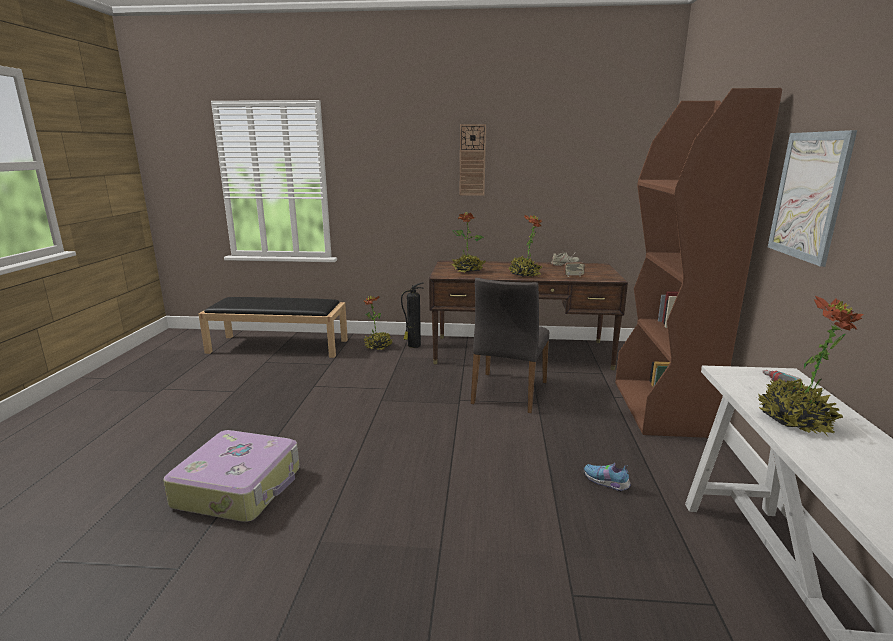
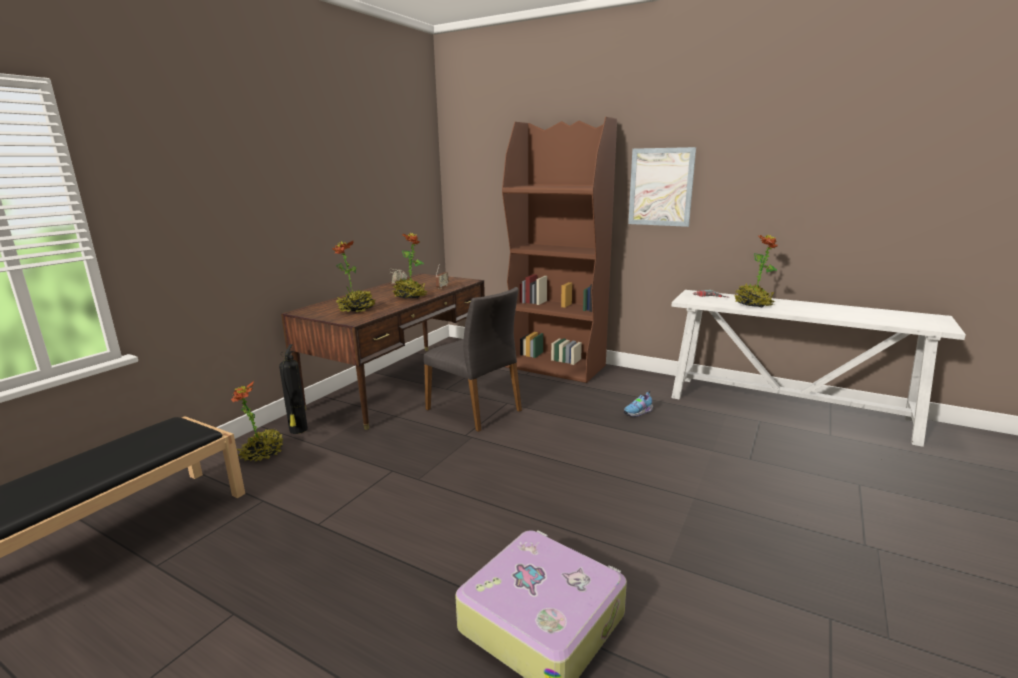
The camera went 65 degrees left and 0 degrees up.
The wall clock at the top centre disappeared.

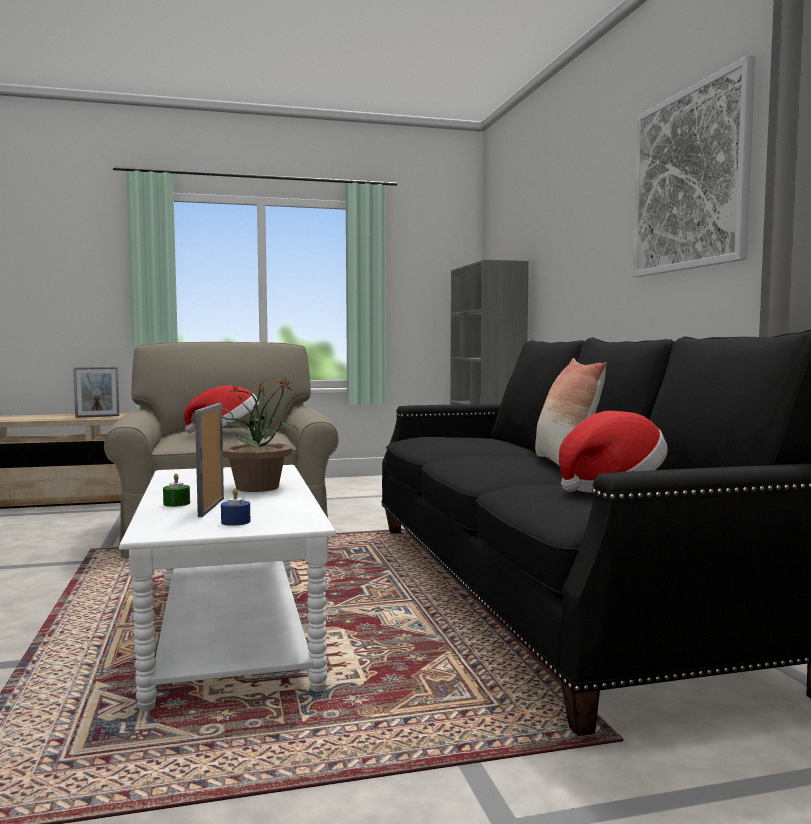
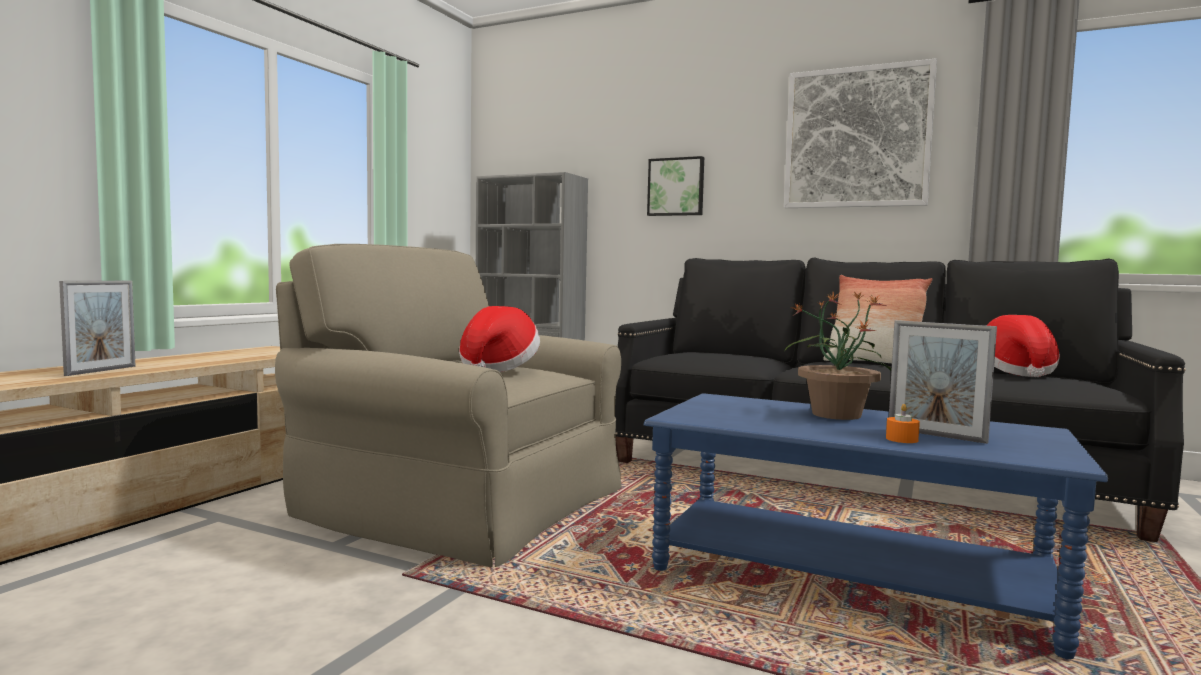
The camera went 50 degrees left and 0 degrees up.
The coffee table (white) at the bottom left became the coffee table (blue) at the bottom right.
The candle (green) at the middle left became the candle (orange) at the middle right.
The candle (blue) at the middle left disappeared.
The picture (1st from left) at the top centre appeared.

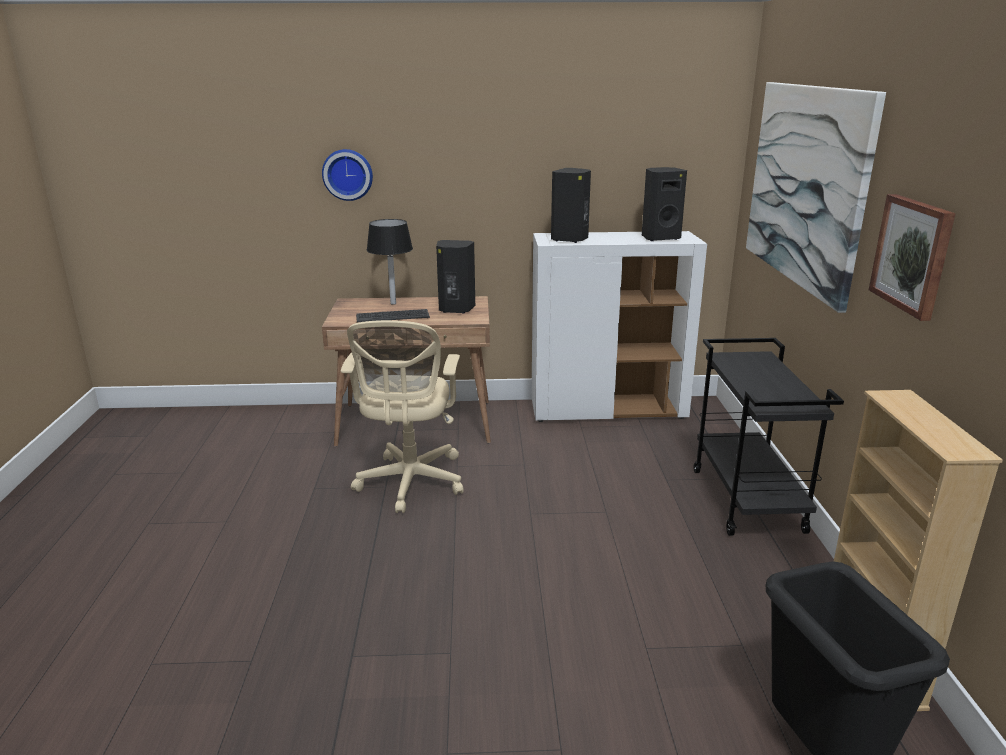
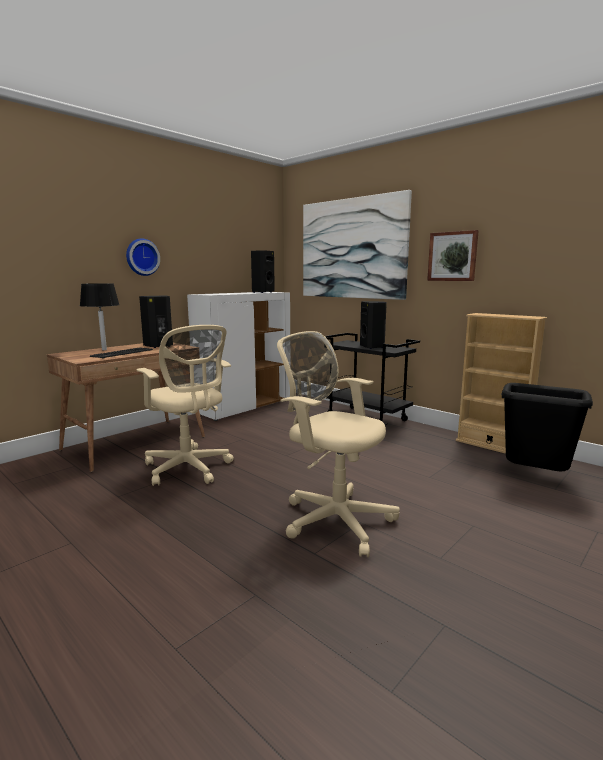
The camera went 45 degrees left and 10 degrees down.
The wall clock moved from the top centre to the middle left.
The speaker (black) (2nd from left in the first image) moved from the top centre to the centre.
The office chair (beige) (2nd from left) at the centre appeared.

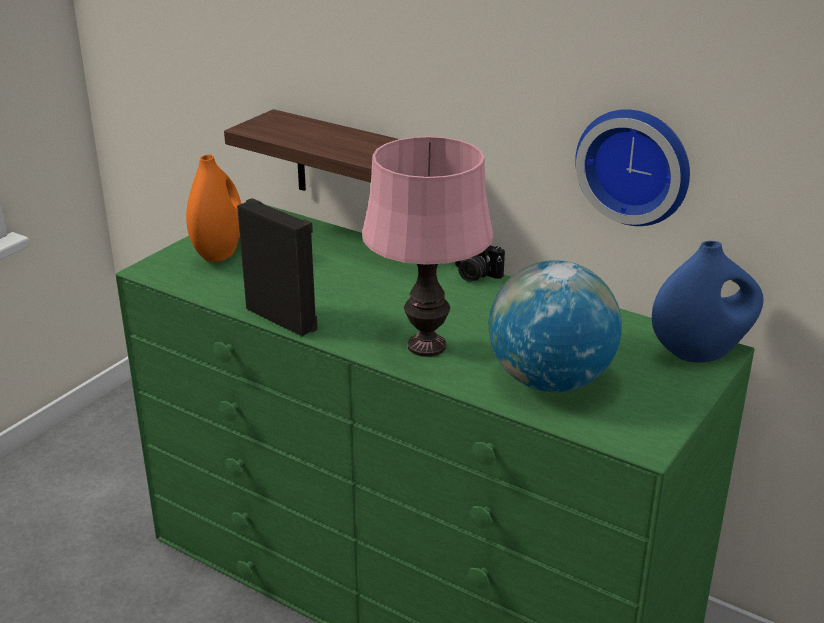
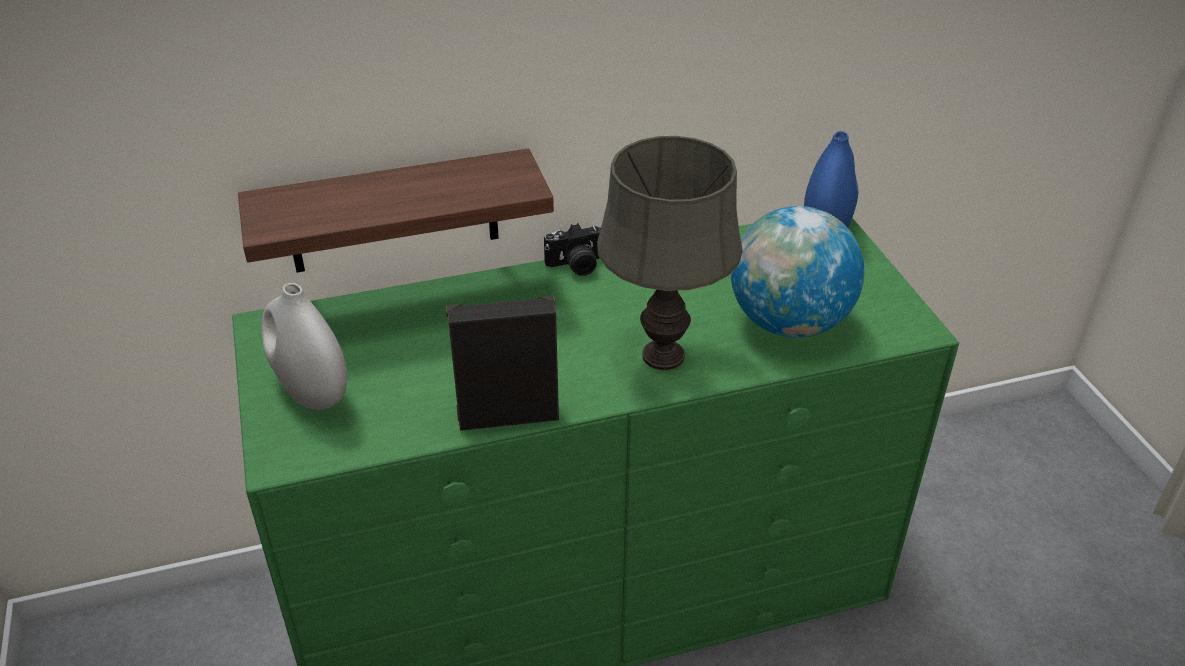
The camera went 50 degrees left and 10 degrees up.
The vase (orange) at the middle left became the vase (white) at the middle left.
The table lamp (pink) at the centre became the table lamp (grey) at the centre.
The wall clock at the top right disappeared.

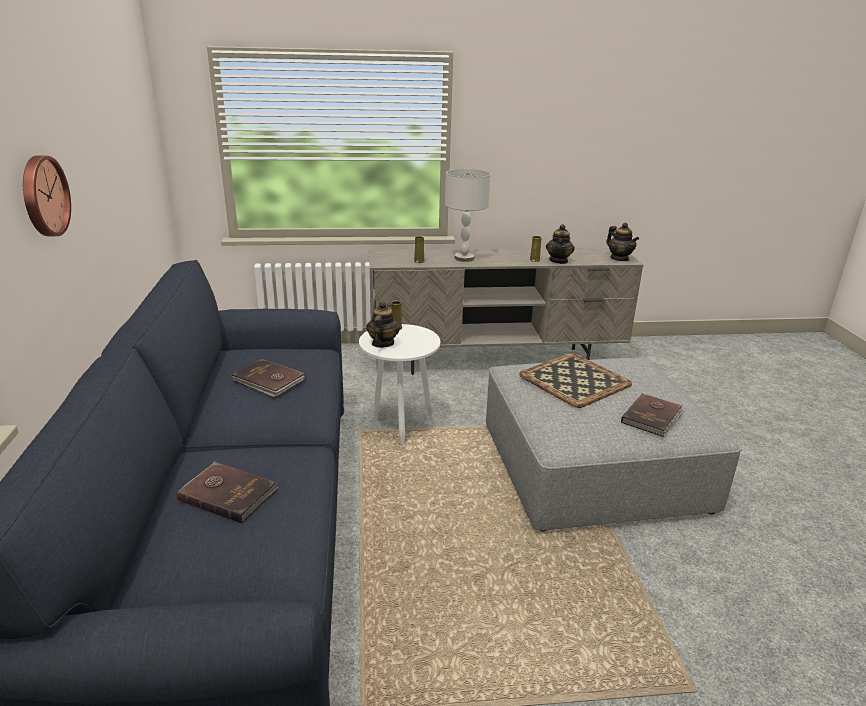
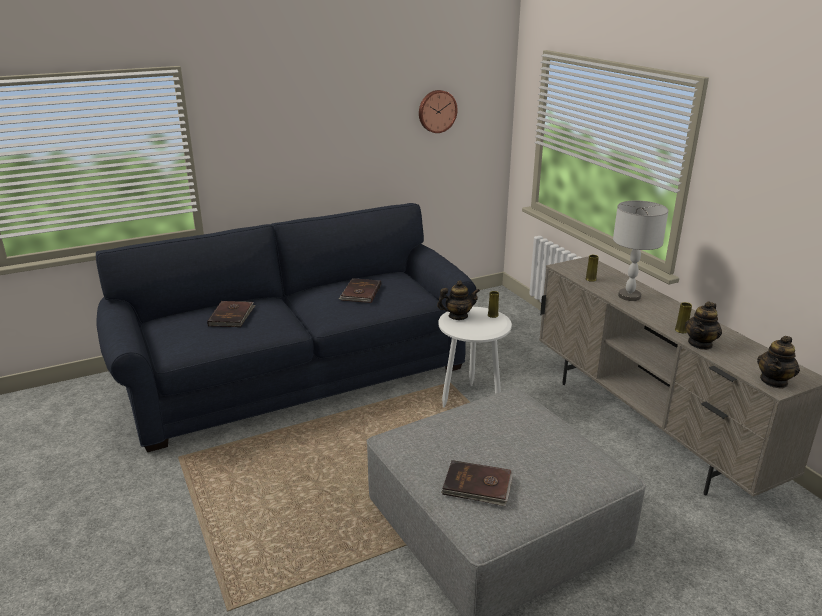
The camera went 70 degrees right and 0 degrees up.
The wall clock moved from the top left to the top centre.
The tray at the centre disappeared.
The teapot (2nd from left) at the centre turned 45 degrees counterclockwise.

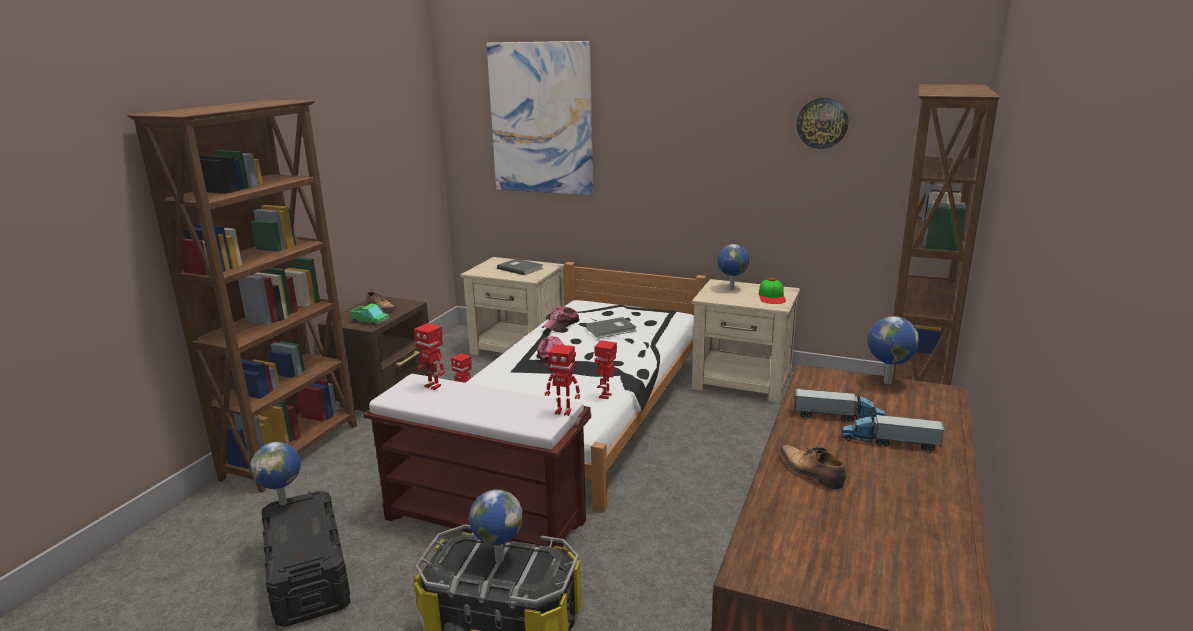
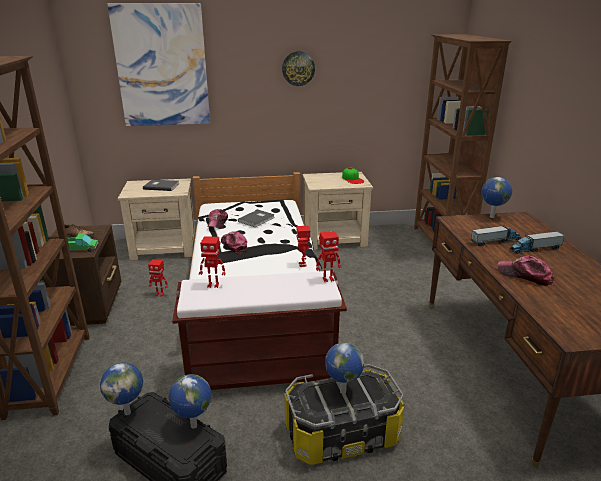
The camera went 30 degrees left and 5 degrees up.
The globe (3rd from left in the first image) moved from the centre to the bottom left.
The shoe (2nd from left) at the bottom right was replaced by the cap (4th from left) at the middle right.
The wall clock moved from the top right to the top centre.

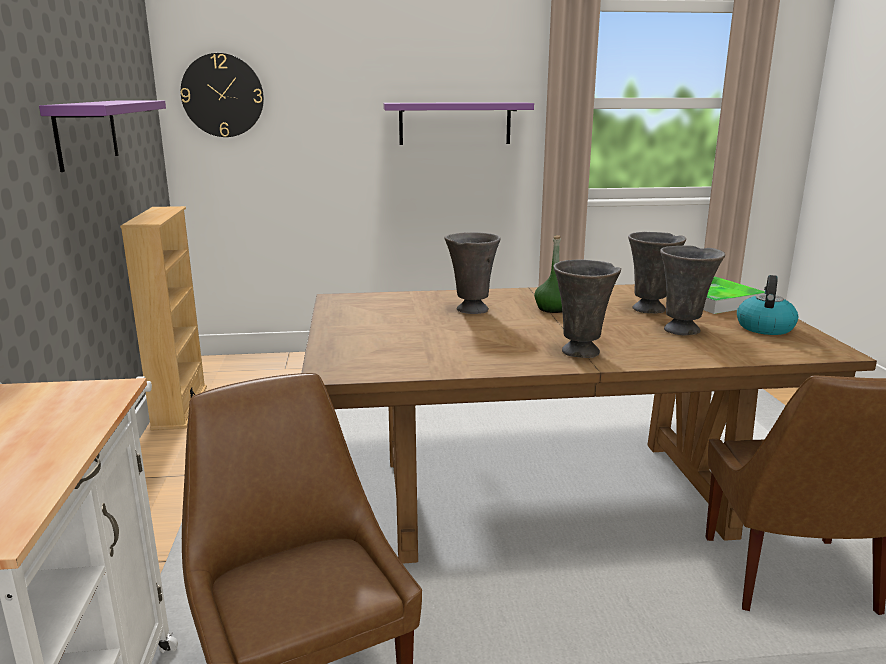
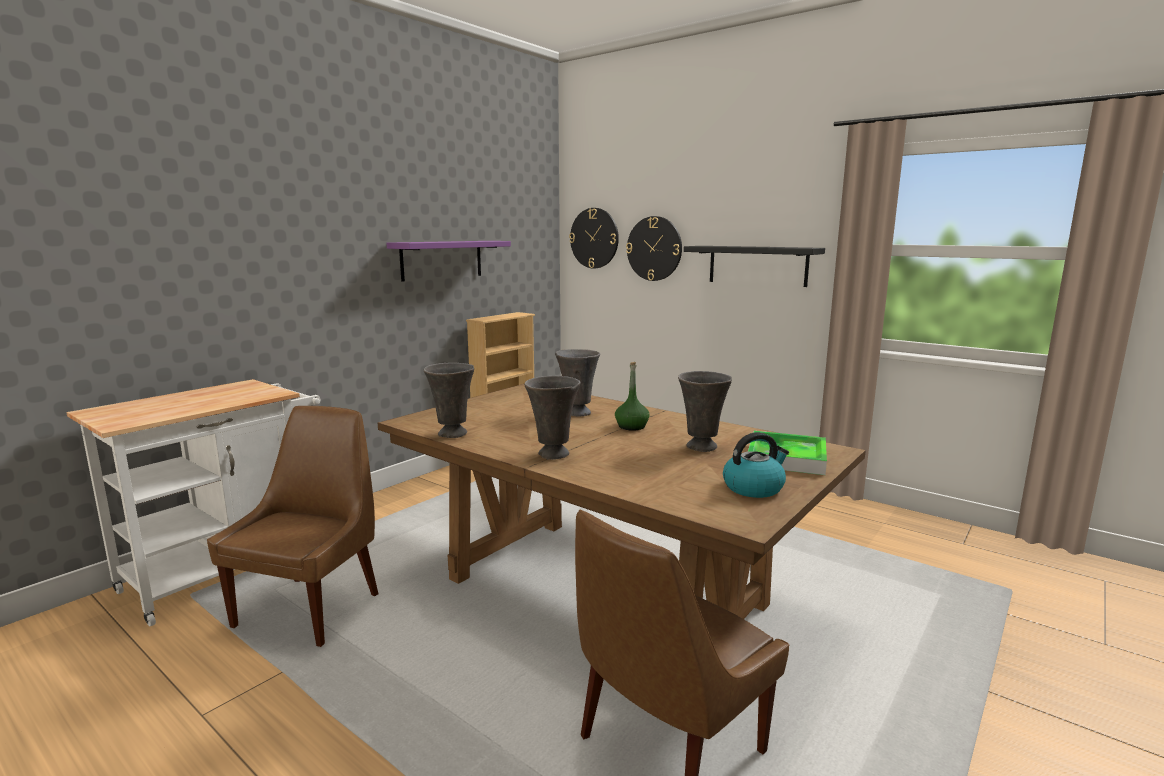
The camera went 45 degrees right and 5 degrees down.
The shelf (purple) (2nd from left) at the top centre became the shelf (black) at the centre.
The vase (grey) (4th from left in the first image) moved from the middle right to the centre.
The wall clock (2nd from left) at the top centre appeared.

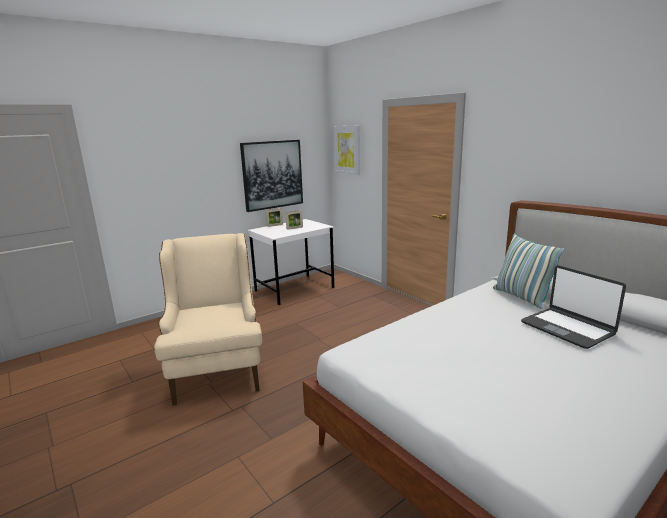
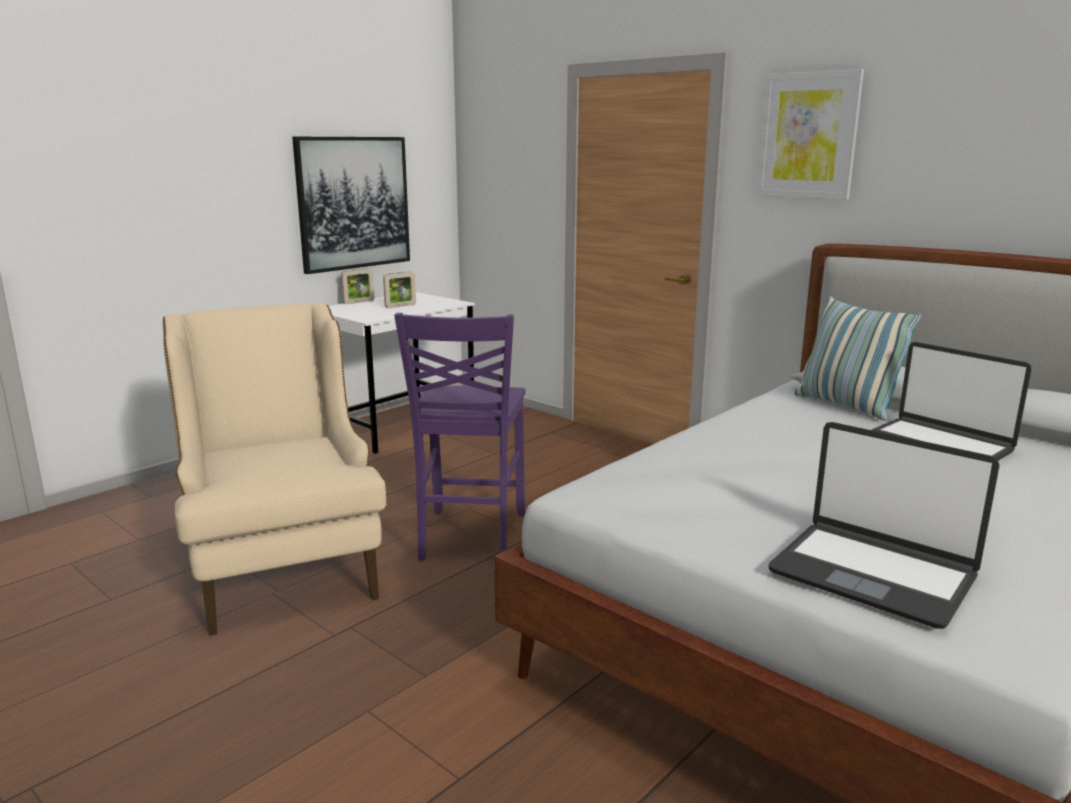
The camera went 10 degrees left and 0 degrees up.
The picture (2nd from left) moved from the top centre to the top right.
The chair (purple) at the centre appeared.
The laptop (1st from left) at the middle right appeared.

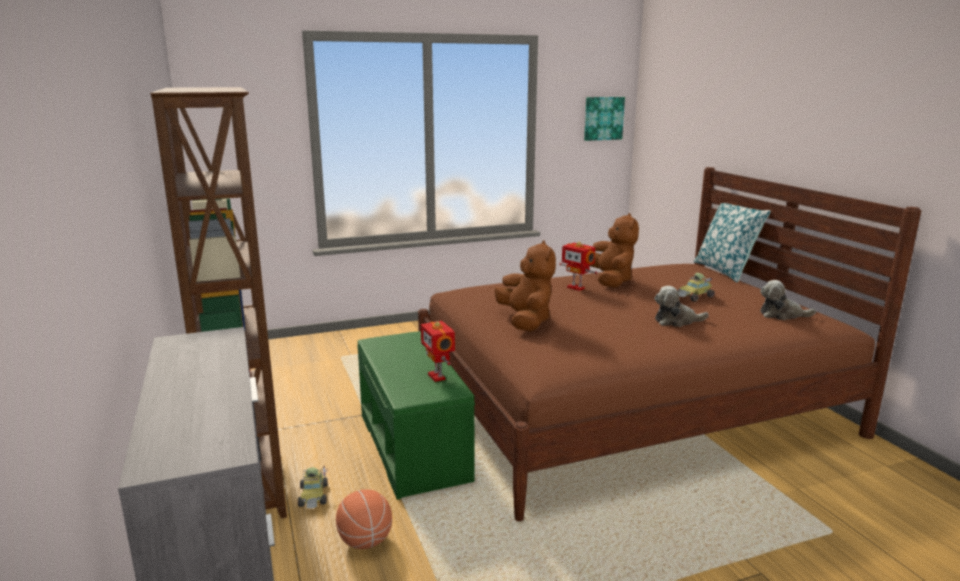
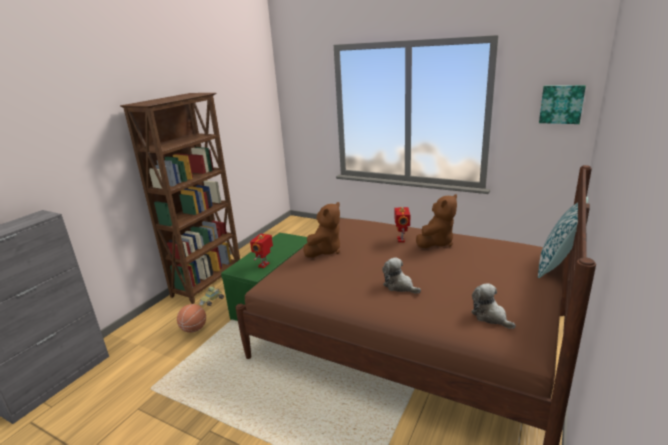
The camera went 50 degrees right and 5 degrees up.
The toy car (2nd from left) at the middle right disappeared.

